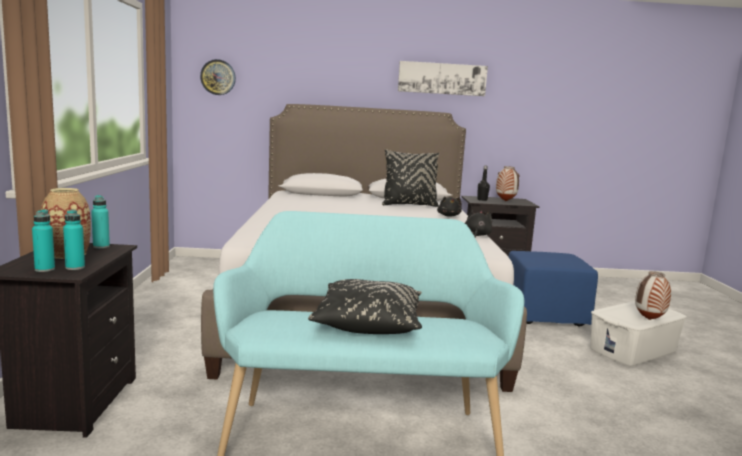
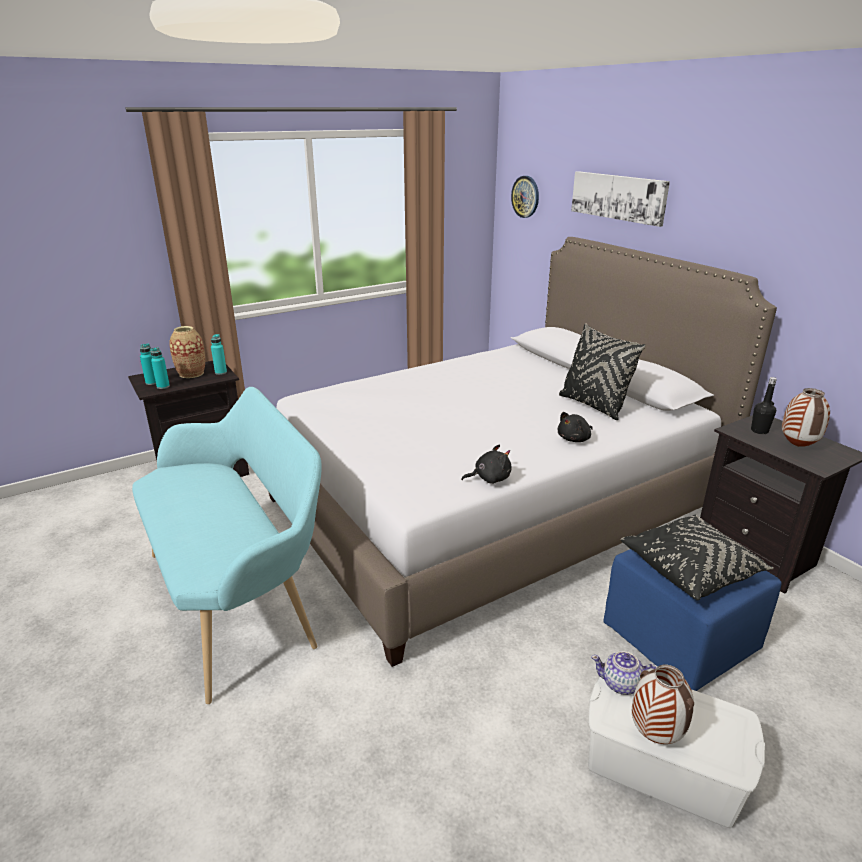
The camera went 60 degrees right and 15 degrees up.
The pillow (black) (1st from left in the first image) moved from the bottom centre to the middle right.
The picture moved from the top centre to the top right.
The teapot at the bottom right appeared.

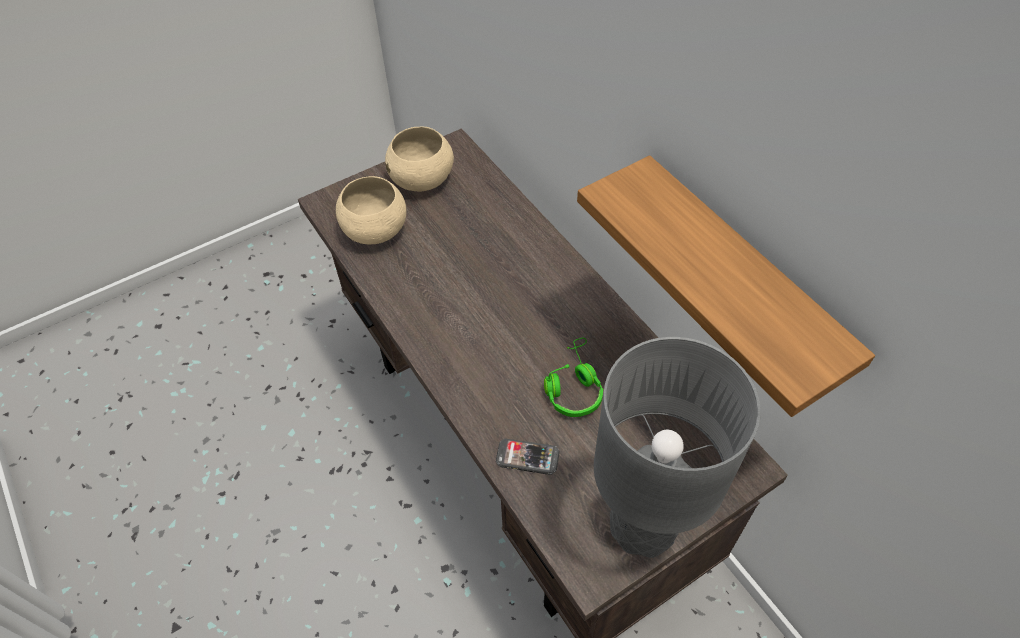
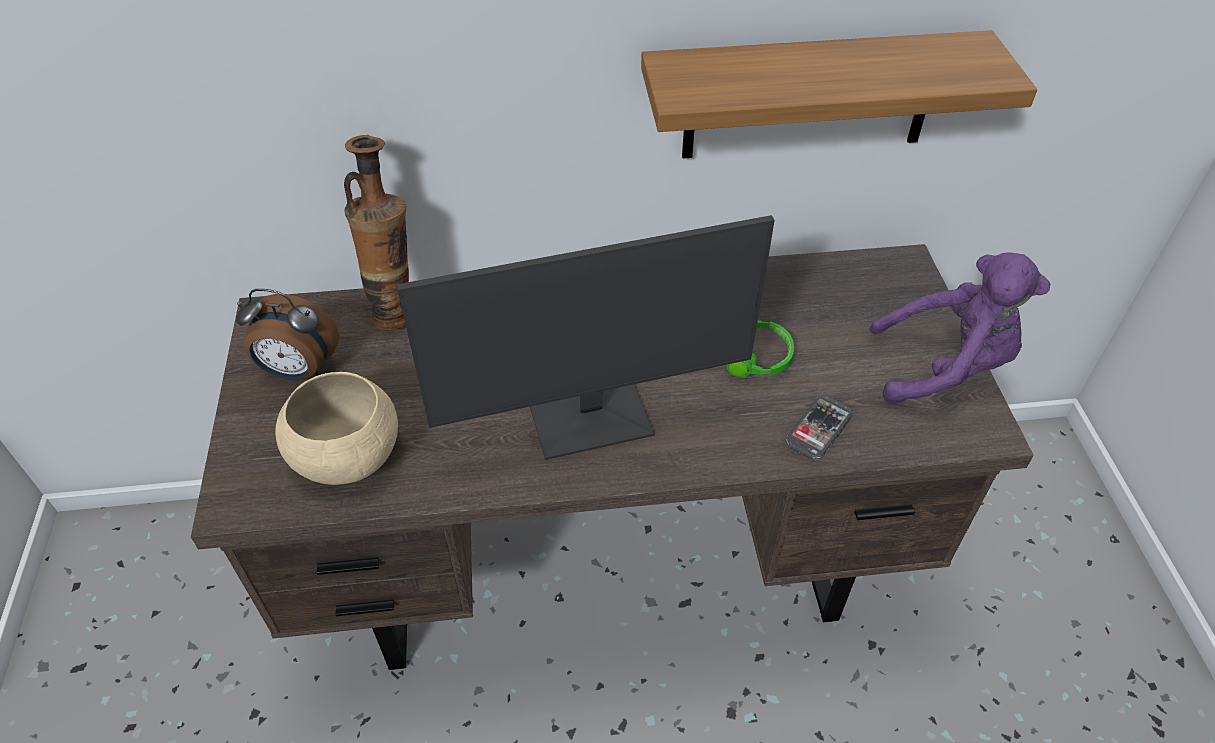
The camera went 65 degrees left and 5 degrees down.
The bowl (beige) (2nd from left) at the top centre was replaced by the alarm clock at the middle left.
The table lamp (grey) at the bottom centre was replaced by the plush toy (purple) at the middle right.
The vase at the top left appeared.
The monitor at the centre appeared.

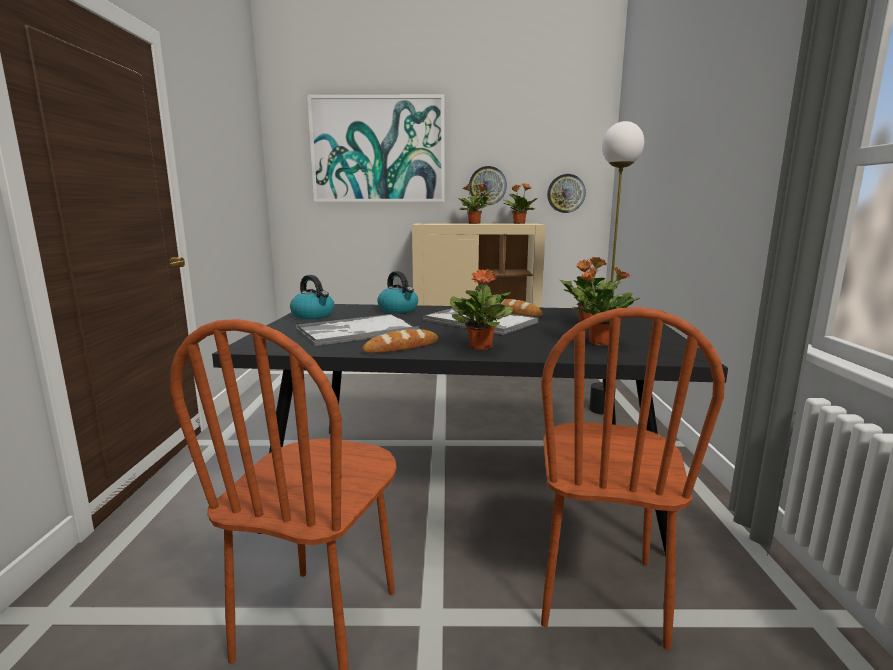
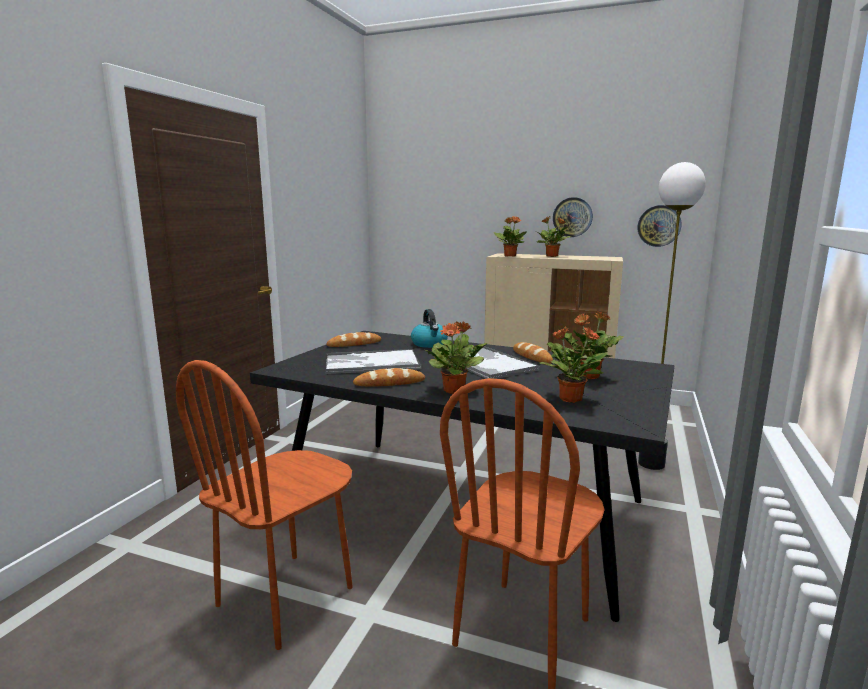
The camera went 20 degrees right and 0 degrees up.
The kettle (1st from left) at the centre was replaced by the bread (1st from left) at the centre.
The picture at the top centre disappeared.
The potted plant (3rd from left in the first image) moved from the top centre to the centre.

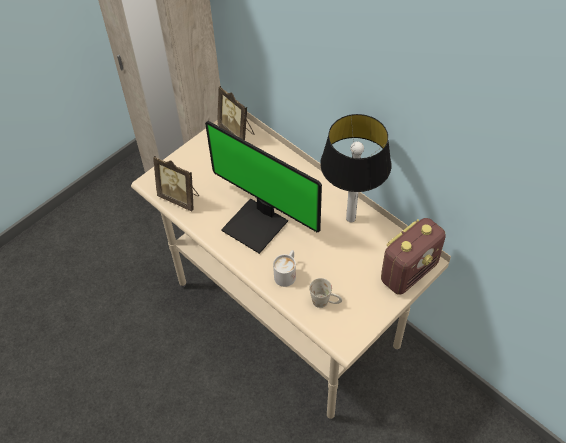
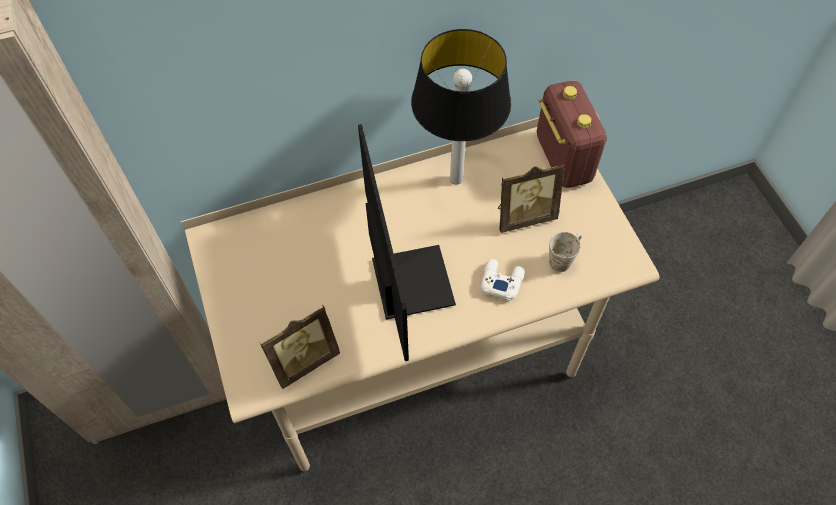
The camera went 65 degrees left and 5 degrees up.
The monitor at the centre turned 75 degrees counterclockwise.
The picture frame (2nd from left) moved from the top centre to the centre.
The mug (white) (1st from left) at the centre was replaced by the game controller (white) at the centre.

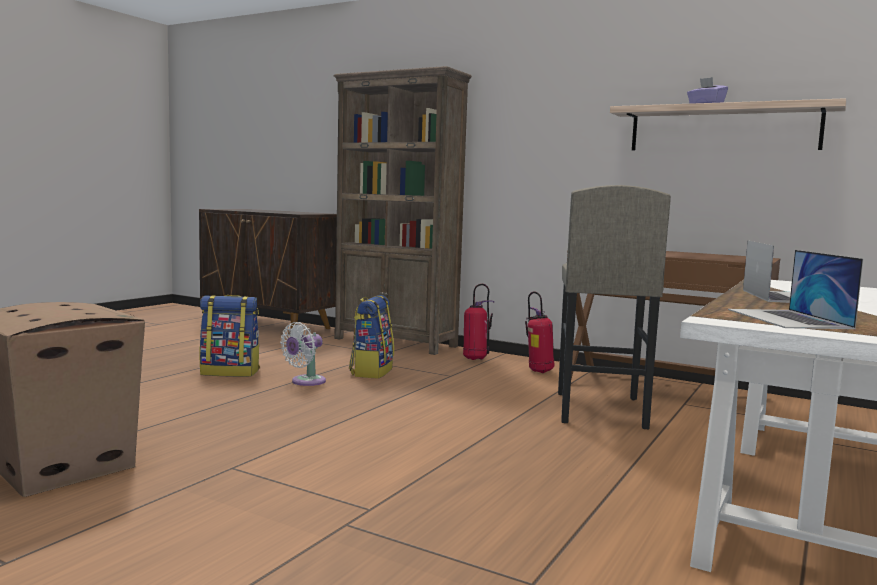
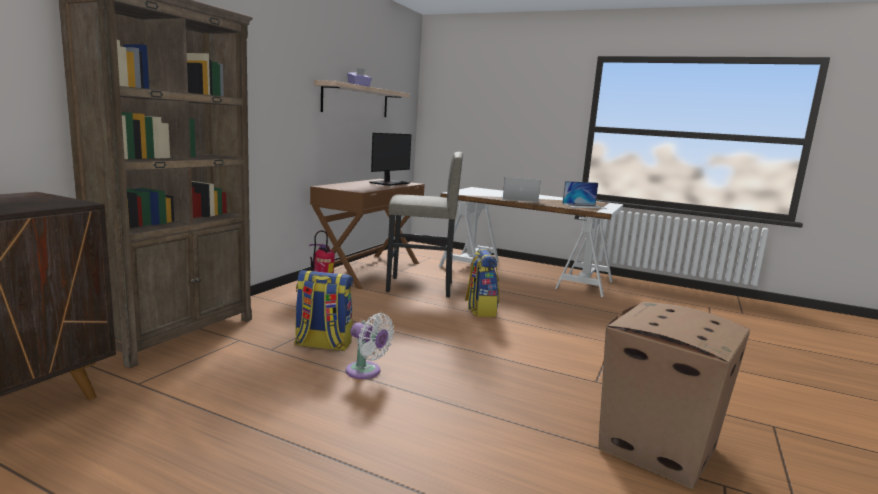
The camera went 95 degrees left and 5 degrees up.
The backpack (1st from left in the first image) moved from the middle left to the centre.
The fire extinguisher (1st from left) at the centre disappeared.
The monitor at the top centre appeared.

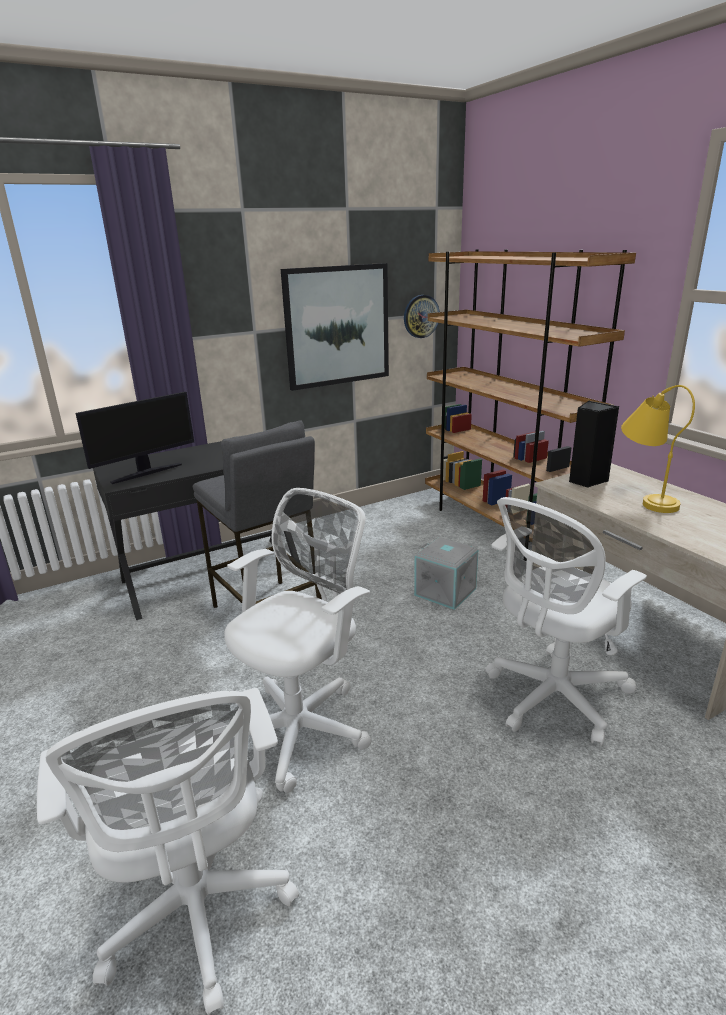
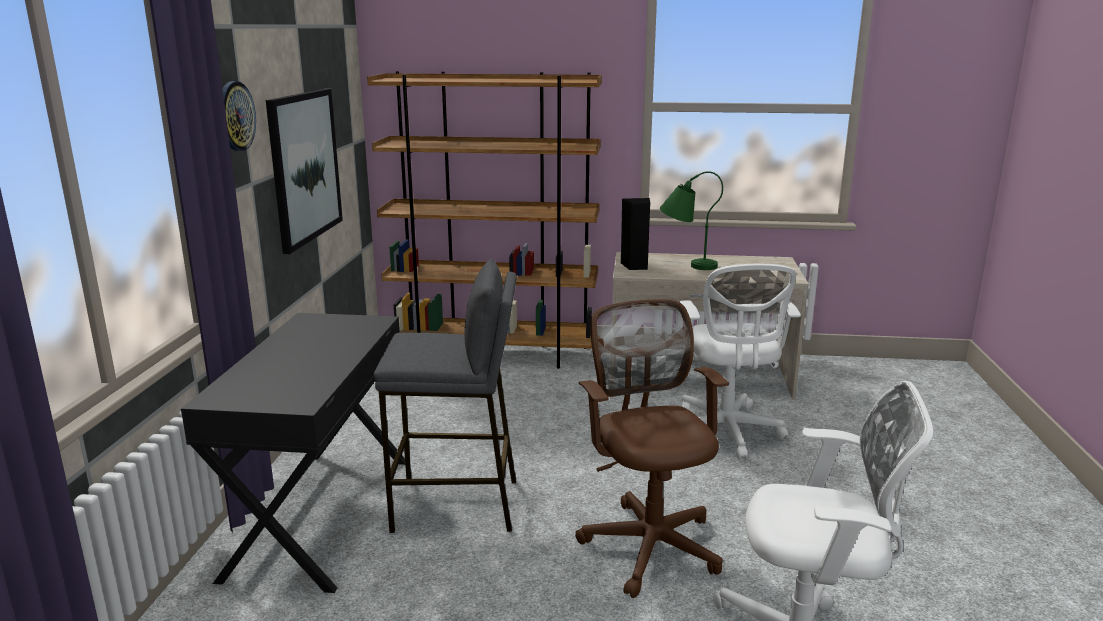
The camera went 55 degrees left and 5 degrees down.
The monitor at the middle left disappeared.
The office chair (white) (2nd from left) at the centre became the office chair (brown) at the bottom centre.
The wall clock moved from the top centre to the top left.
The storage box (grey) at the centre disappeared.
The table lamp (yellow) at the middle right became the table lamp (green) at the centre.

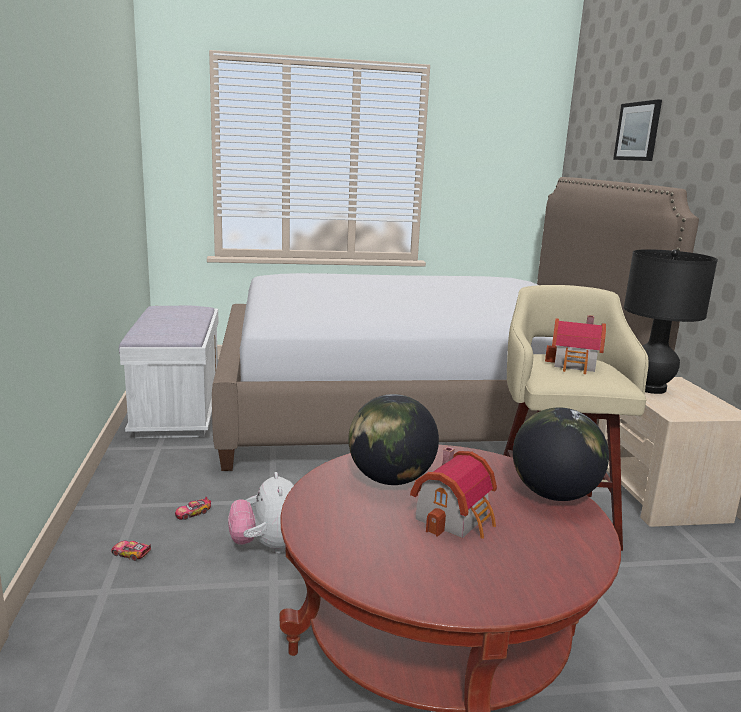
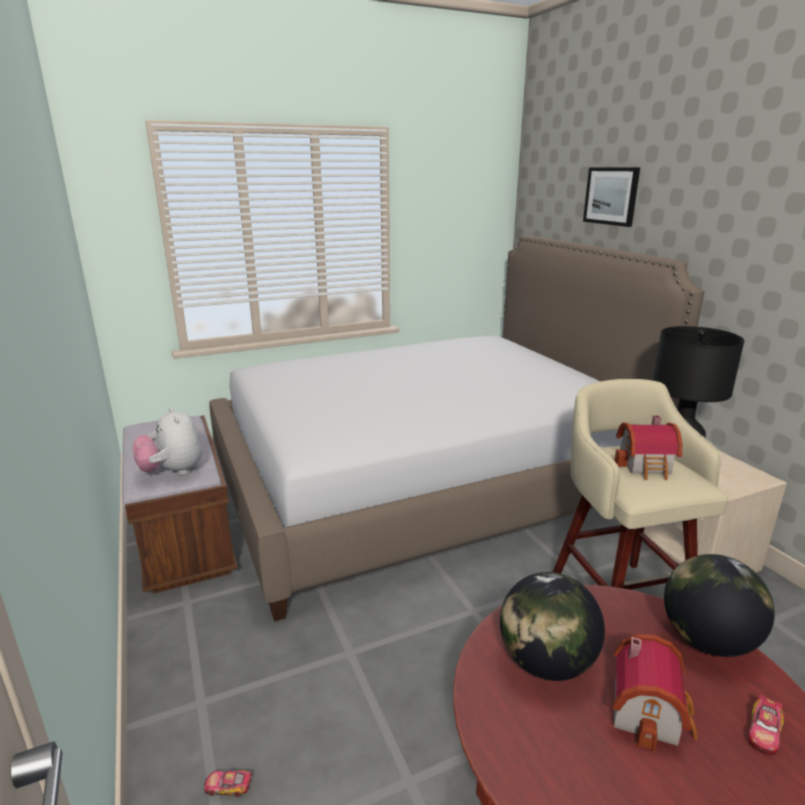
The camera went 15 degrees left and 5 degrees up.
The bench (white) at the middle left became the bench (brown) at the middle left.
The toy car (2nd from left) moved from the bottom left to the bottom right.
The plush toy moved from the bottom centre to the middle left.

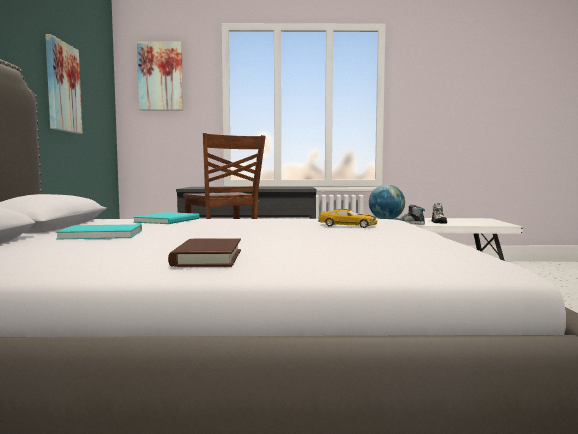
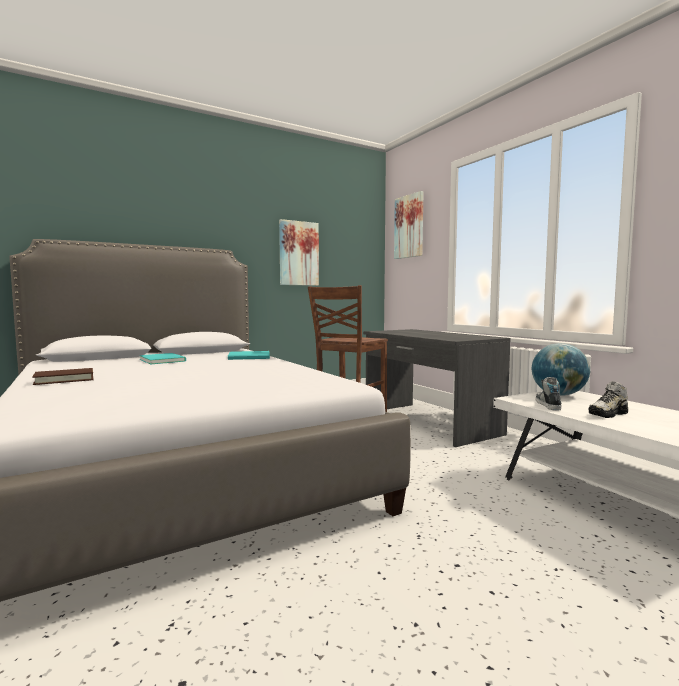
The camera went 60 degrees right and 0 degrees up.
The toy car at the centre disappeared.

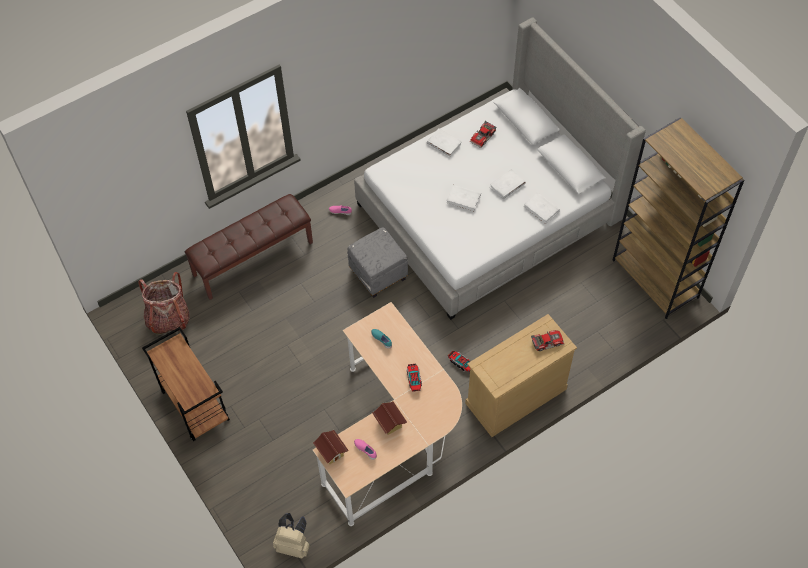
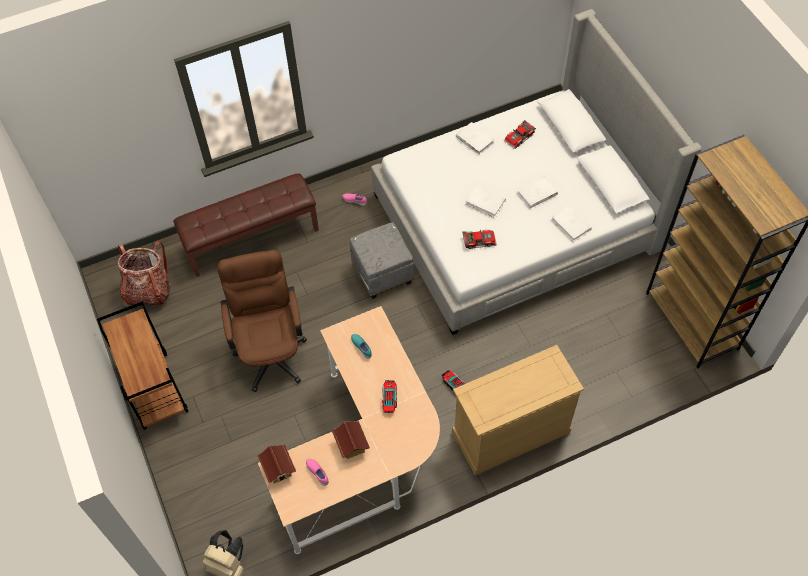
The camera went 10 degrees right and 0 degrees up.
The toy car (2nd from left in the first image) moved from the middle right to the centre.
The office chair (brown) at the middle left appeared.

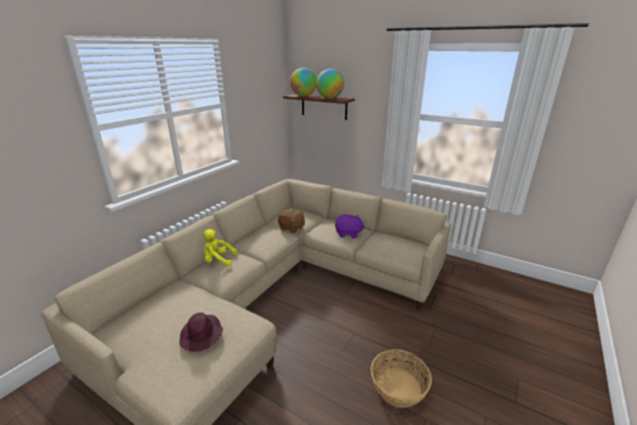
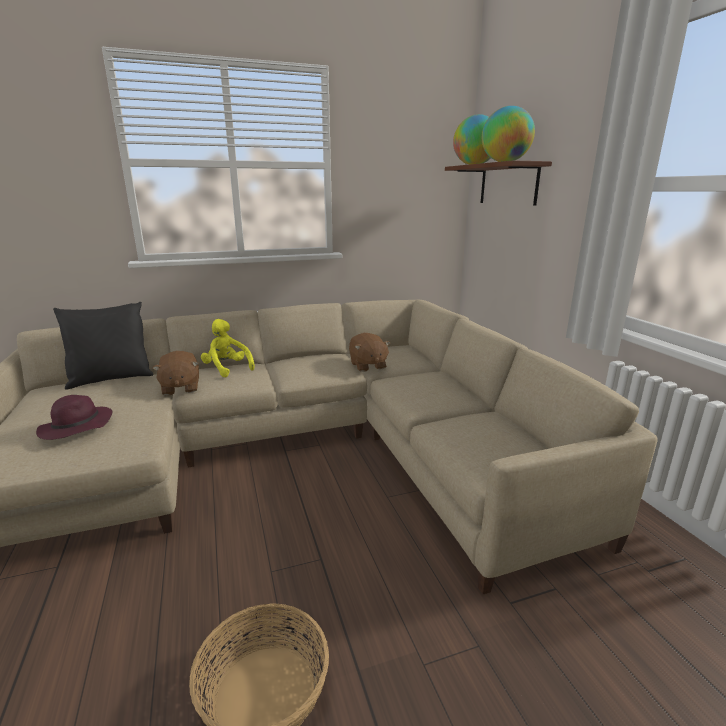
The camera went 40 degrees right and 5 degrees down.
The plush toy (purple) at the centre disappeared.
The pillow (black) at the middle left appeared.
The plush toy (brown) (1st from left) at the middle left appeared.

